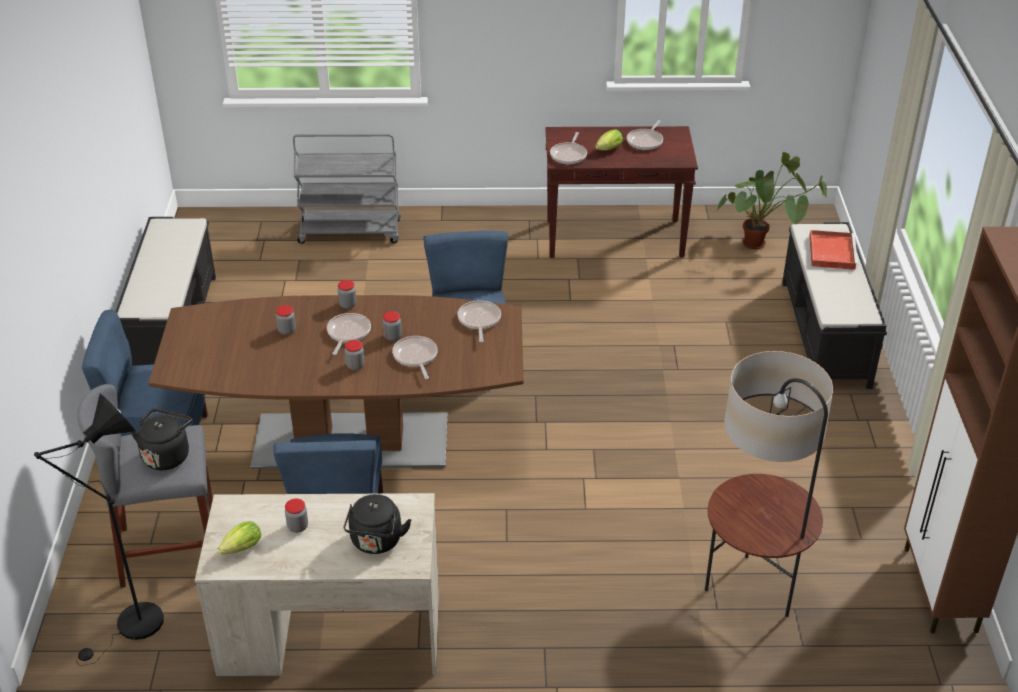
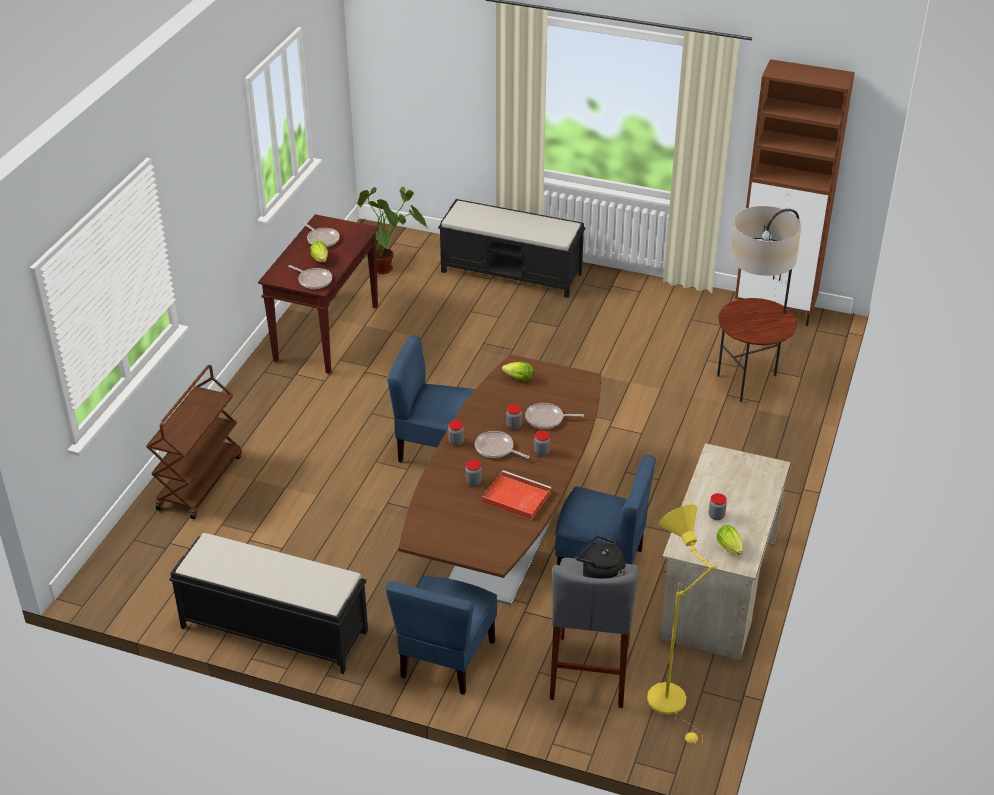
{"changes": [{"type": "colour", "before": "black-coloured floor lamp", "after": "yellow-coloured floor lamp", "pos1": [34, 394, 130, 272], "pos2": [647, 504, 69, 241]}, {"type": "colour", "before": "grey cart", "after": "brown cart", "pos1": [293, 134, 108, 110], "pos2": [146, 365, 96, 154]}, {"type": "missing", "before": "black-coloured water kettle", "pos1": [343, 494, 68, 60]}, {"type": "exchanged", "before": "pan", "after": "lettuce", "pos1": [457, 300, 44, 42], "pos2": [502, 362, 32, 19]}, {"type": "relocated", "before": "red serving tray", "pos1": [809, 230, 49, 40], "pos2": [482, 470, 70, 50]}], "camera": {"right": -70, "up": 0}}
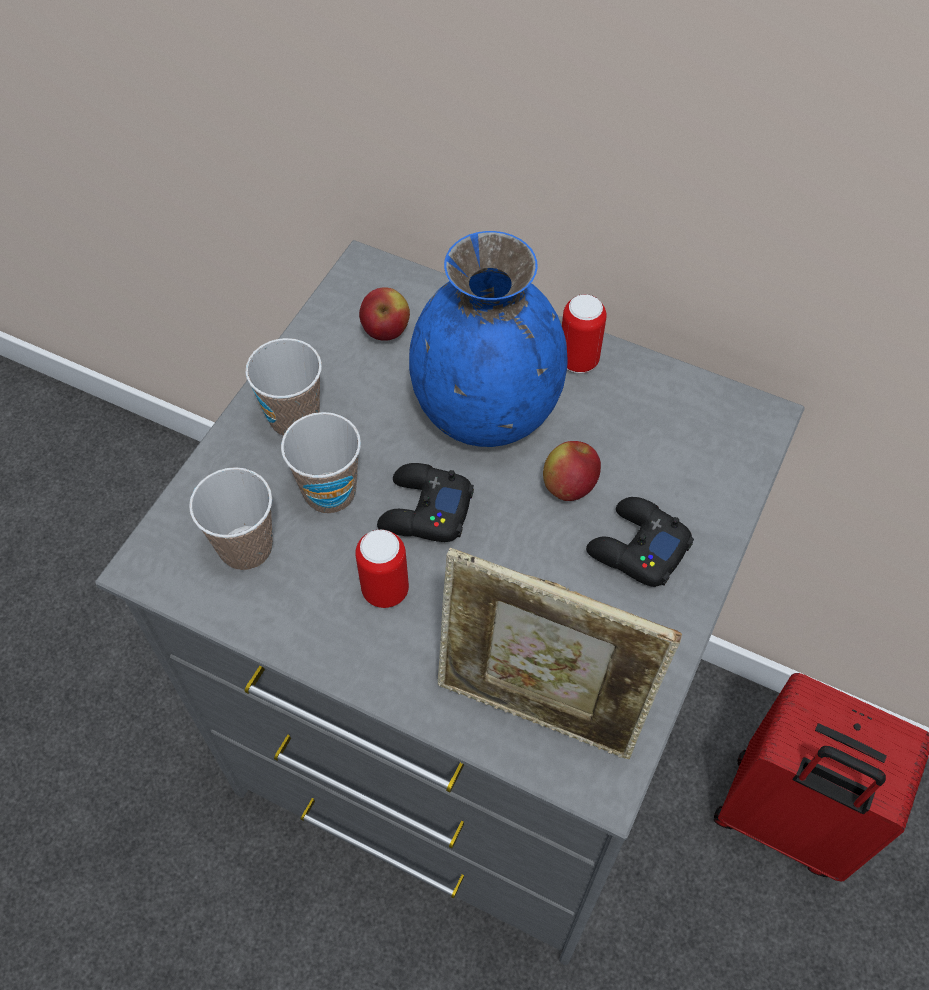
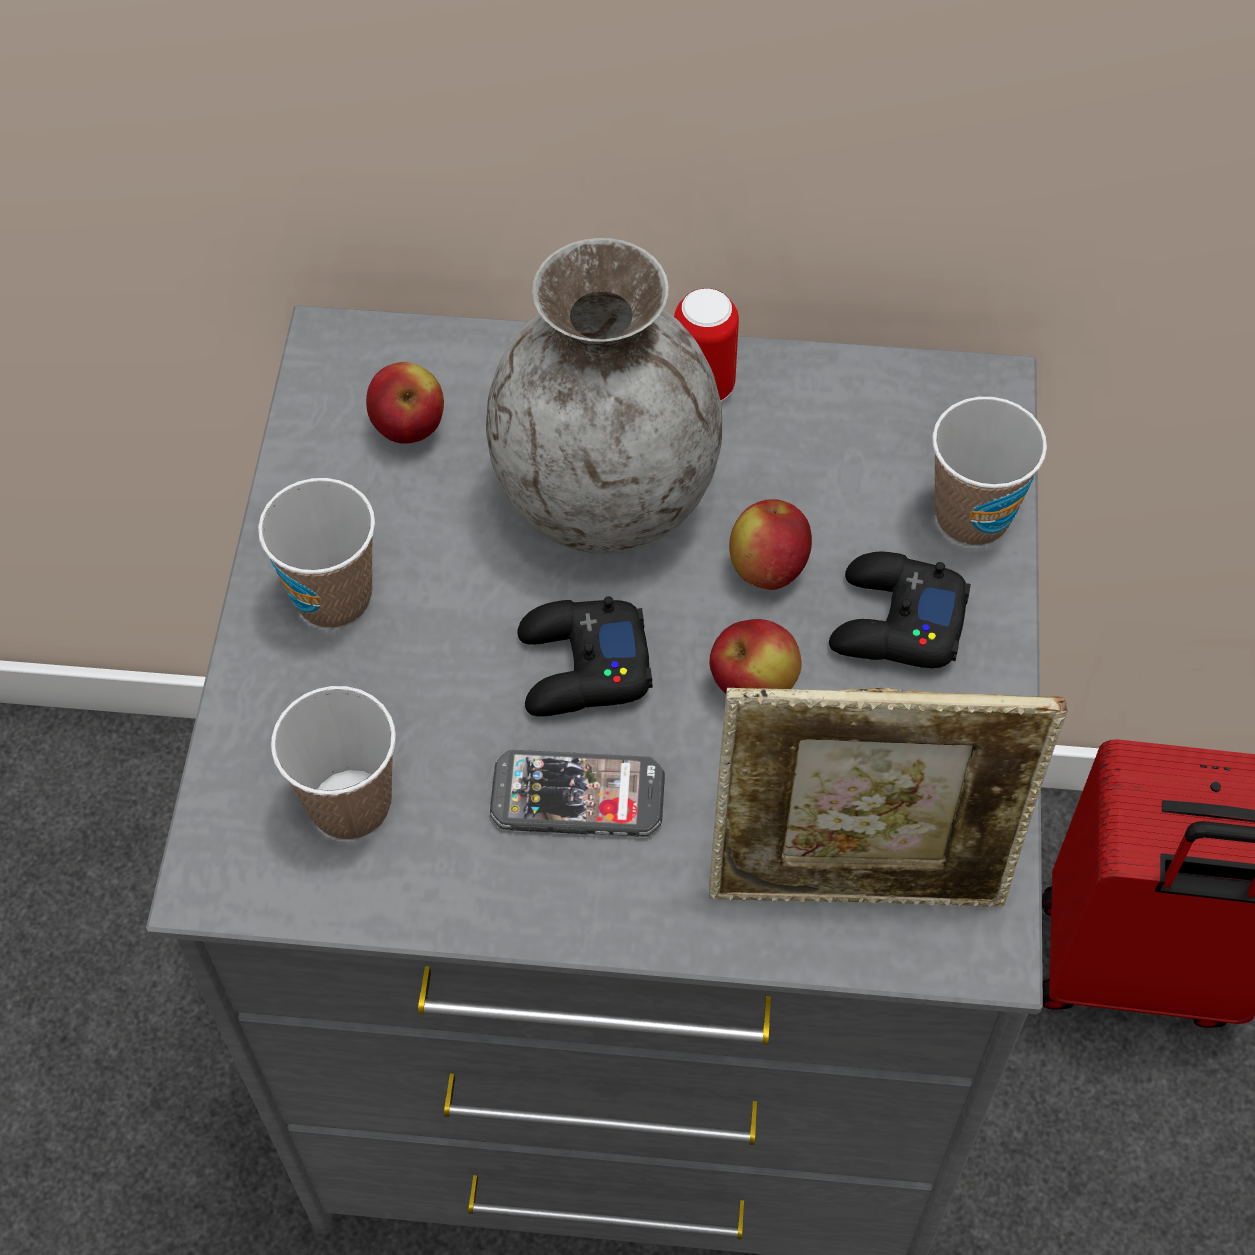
{"changes": [{"type": "relocated", "before": "drinking cup", "pos1": [281, 412, 80, 102], "pos2": [932, 397, 115, 149]}, {"type": "exchanged", "before": "sealed can", "after": "phone", "pos1": [355, 529, 54, 79], "pos2": [490, 750, 175, 87]}, {"type": "colour", "before": "bluish flower vase", "after": "grey flower vase", "pos1": [409, 231, 159, 216], "pos2": [486, 238, 236, 316]}, {"type": "appeared", "after": "apple fruit", "pos2": [709, 619, 93, 75]}], "camera": {"right": -20, "up": 0}}
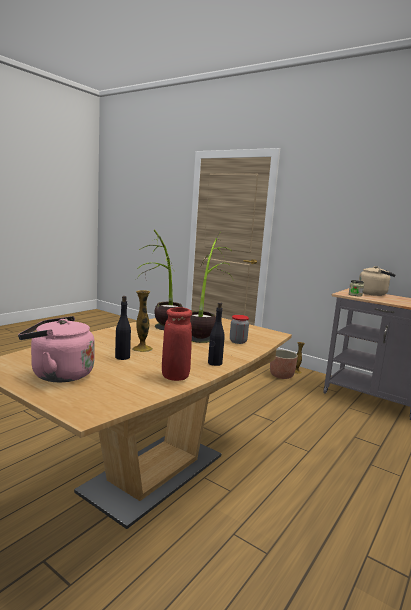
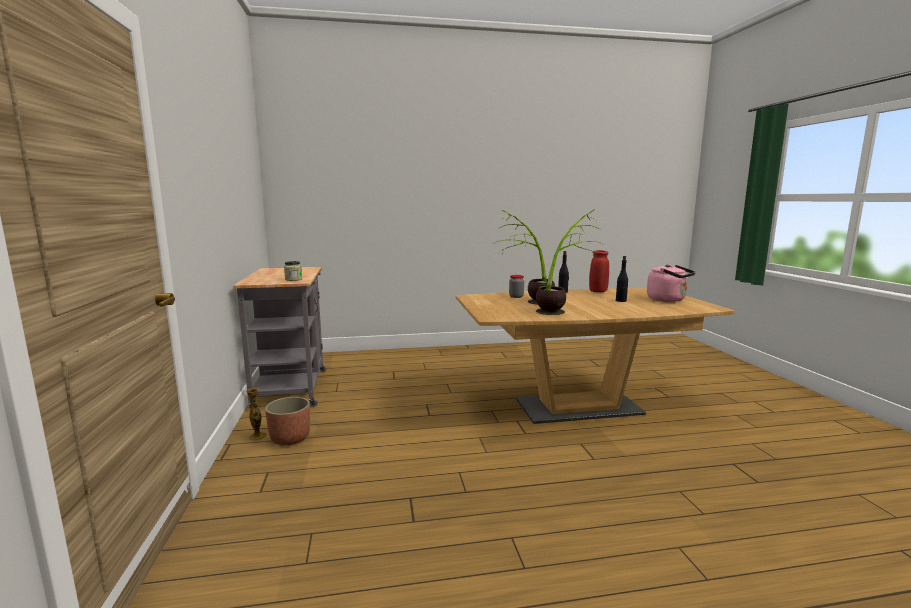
{"changes": [{"type": "missing", "before": "flower vase", "pos1": [132, 290, 21, 62]}, {"type": "missing", "before": "beige water kettle", "pos1": [359, 266, 37, 30]}], "camera": {"right": -135, "up": 0}}
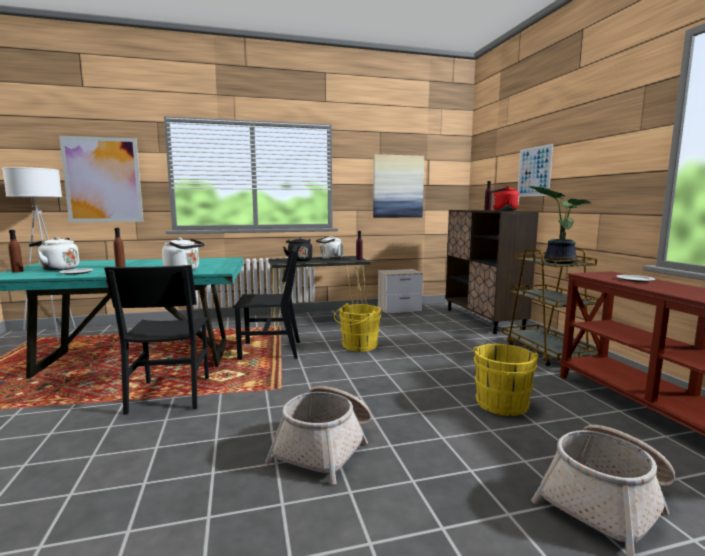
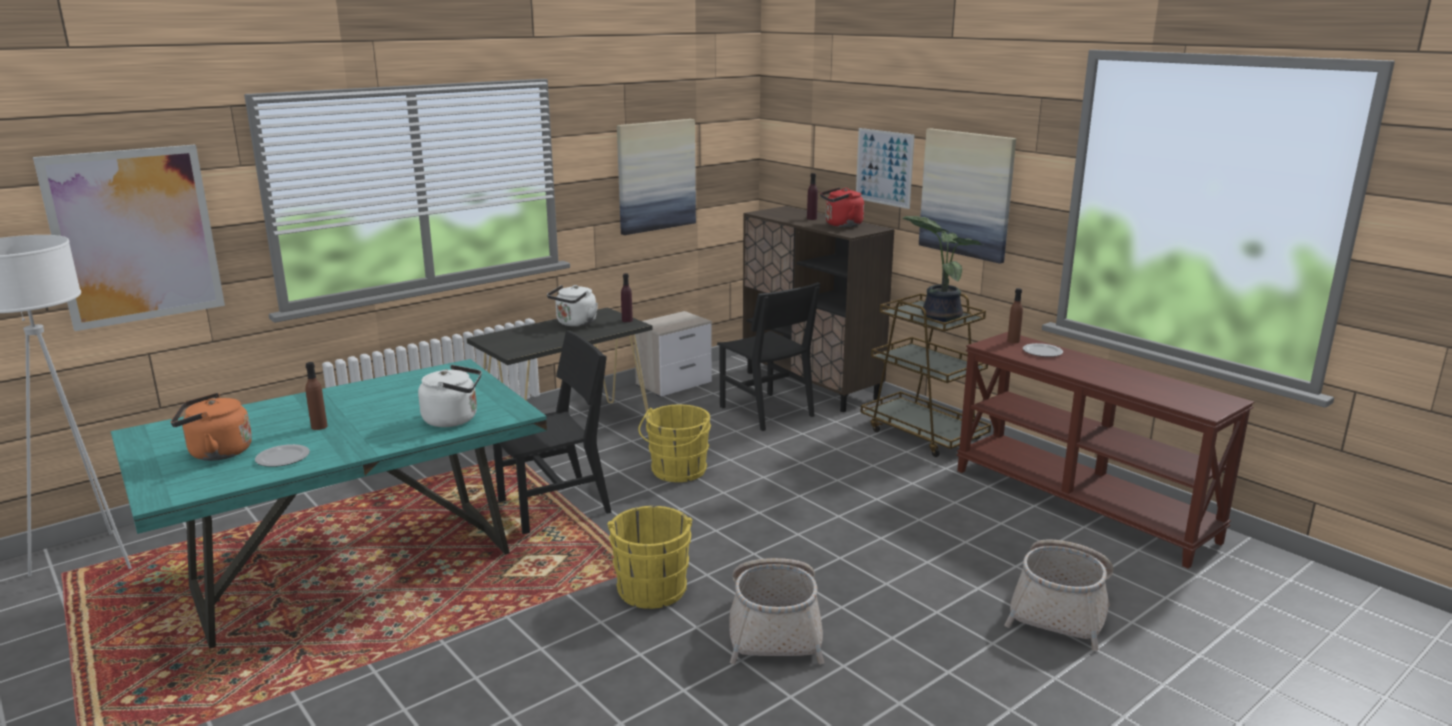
{"changes": [{"type": "relocated", "before": "brown bottle", "pos1": [8, 230, 15, 43], "pos2": [1007, 288, 16, 55]}, {"type": "colour", "before": "white water kettle", "after": "orange water kettle", "pos1": [29, 237, 50, 34], "pos2": [171, 393, 81, 68]}, {"type": "relocated", "before": "black-coloured upright chair", "pos1": [104, 265, 105, 150], "pos2": [717, 282, 103, 149]}, {"type": "missing", "before": "black-coloured water kettle", "pos1": [283, 238, 29, 24]}, {"type": "relocated", "before": "yellow-coloured water bucket", "pos1": [473, 344, 66, 72], "pos2": [607, 506, 86, 103]}, {"type": "appeared", "after": "wall art", "pos2": [919, 128, 97, 136]}], "camera": {"right": -25, "up": 10}}
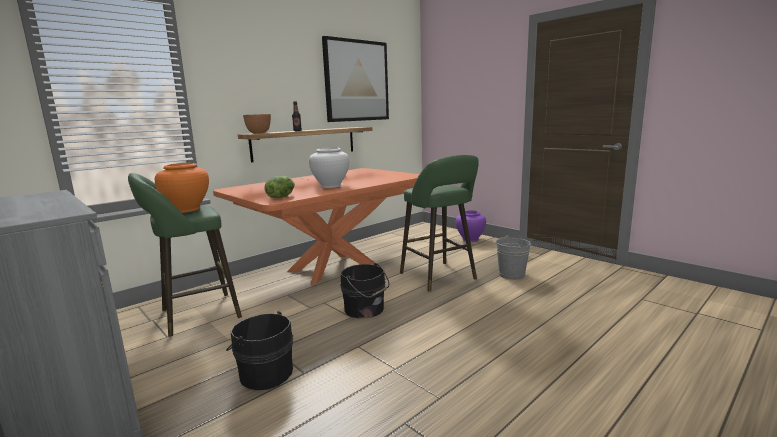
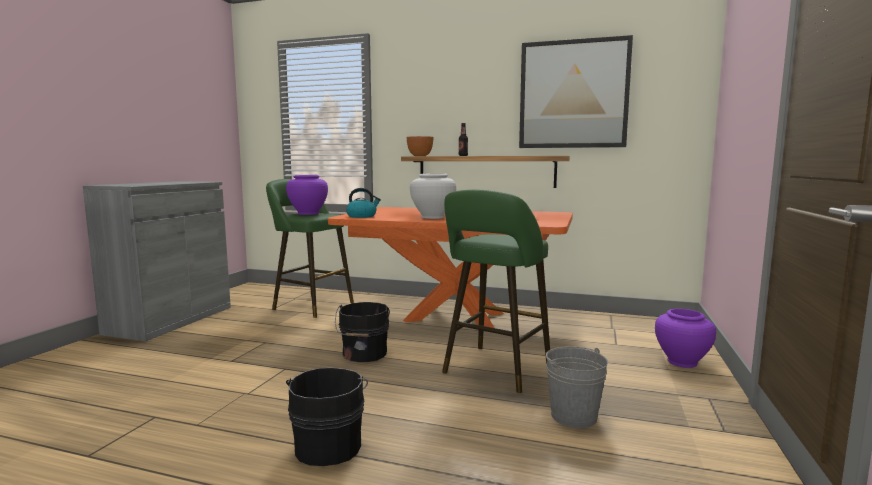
{"changes": [{"type": "colour", "before": "orange flower vase", "after": "purplish flower vase", "pos1": [155, 163, 54, 50], "pos2": [286, 175, 42, 40]}, {"type": "relocated", "before": "black-coloured water bucket", "pos1": [226, 311, 67, 79], "pos2": [286, 367, 82, 99]}, {"type": "exchanged", "before": "lettuce", "after": "water kettle", "pos1": [264, 176, 31, 22], "pos2": [346, 188, 35, 30]}], "camera": {"right": 60, "up": -5}}
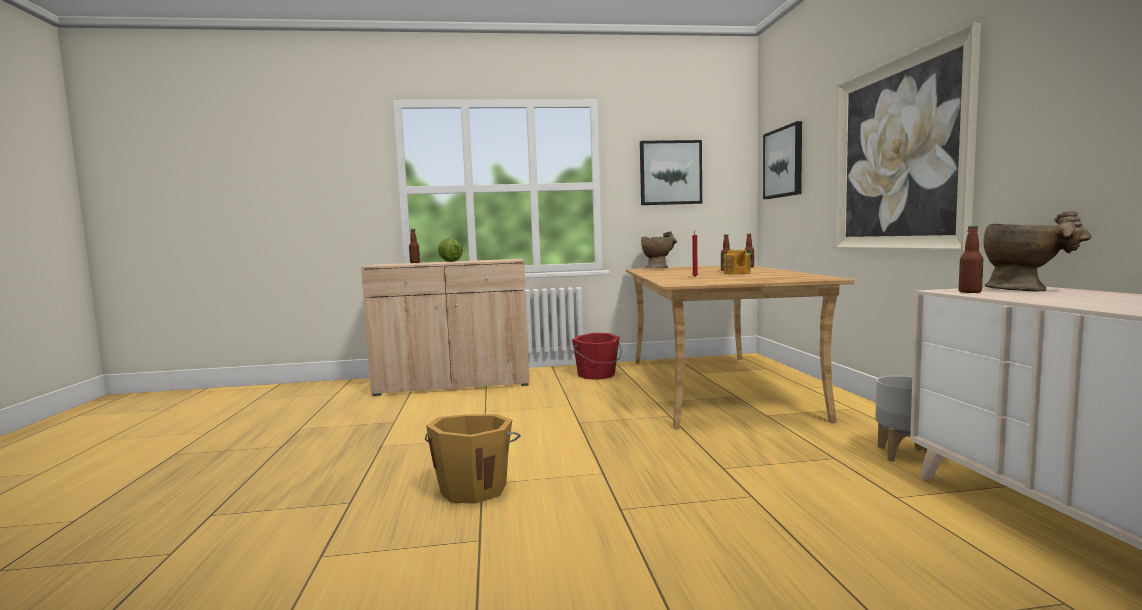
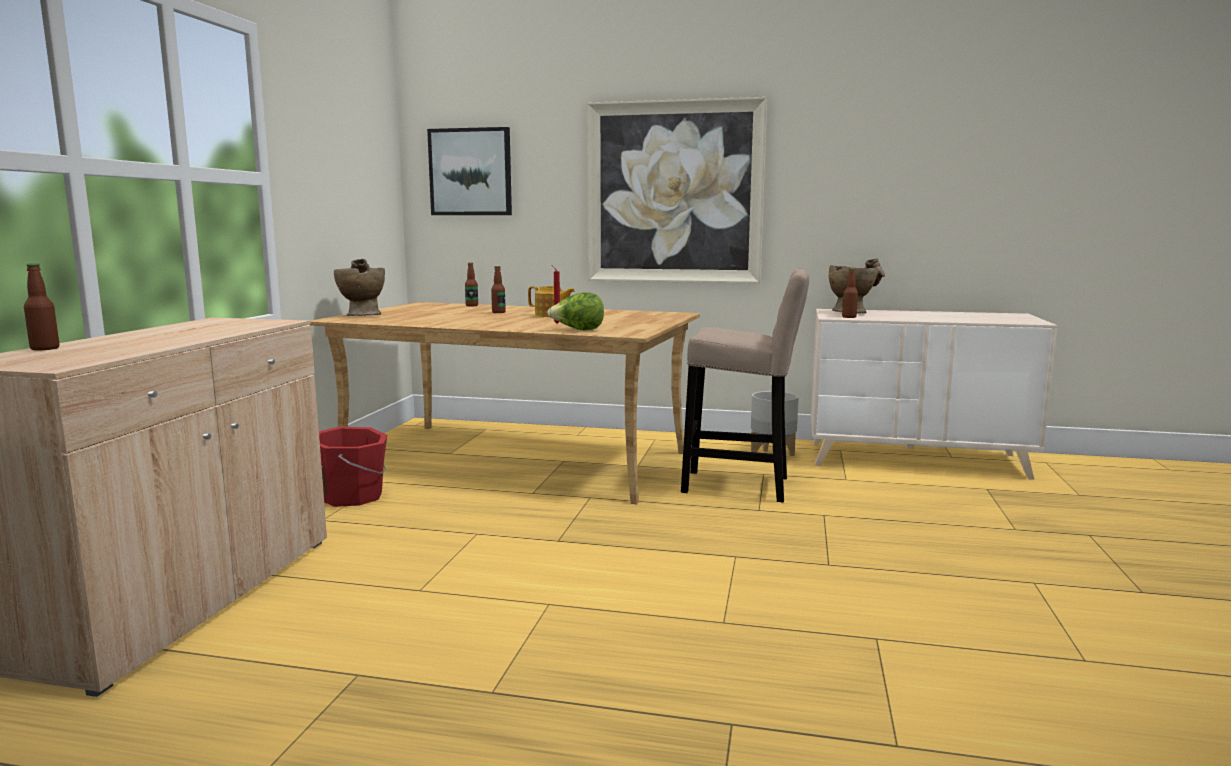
{"changes": [{"type": "missing", "before": "orange water bucket", "pos1": [425, 414, 96, 90]}, {"type": "relocated", "before": "lettuce", "pos1": [438, 238, 25, 24], "pos2": [547, 292, 57, 38]}, {"type": "missing", "before": "wall art", "pos1": [640, 140, 62, 65]}, {"type": "appeared", "after": "beige sitting stool", "pos2": [681, 269, 128, 234]}], "camera": {"right": -70, "up": 5}}
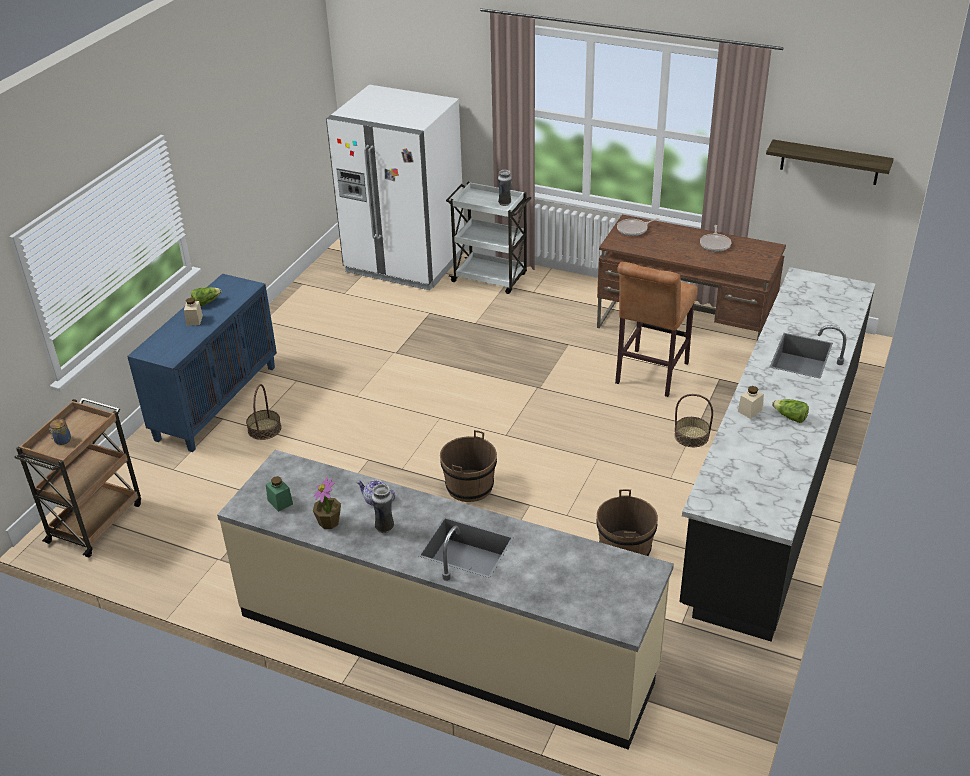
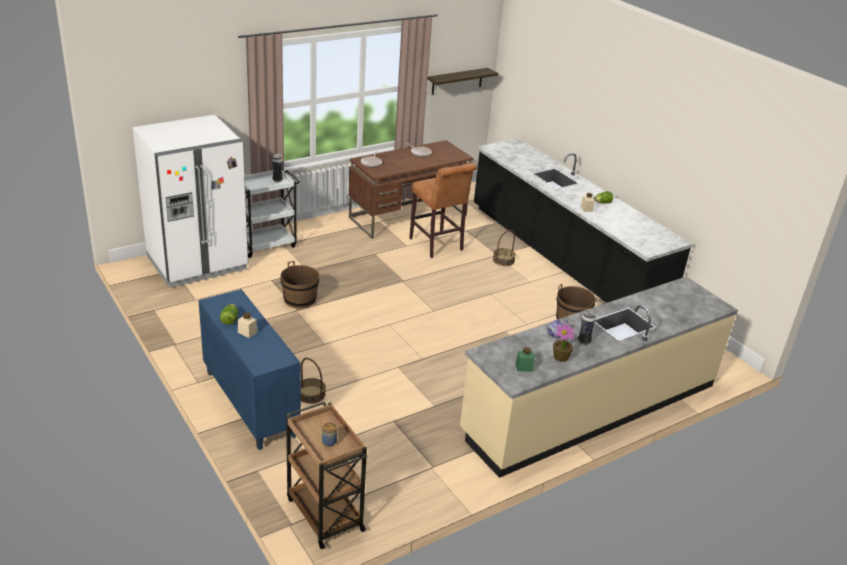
{"changes": [{"type": "relocated", "before": "brown water bucket", "pos1": [440, 430, 57, 72], "pos2": [280, 261, 40, 47]}], "camera": {"right": -60, "up": -5}}
